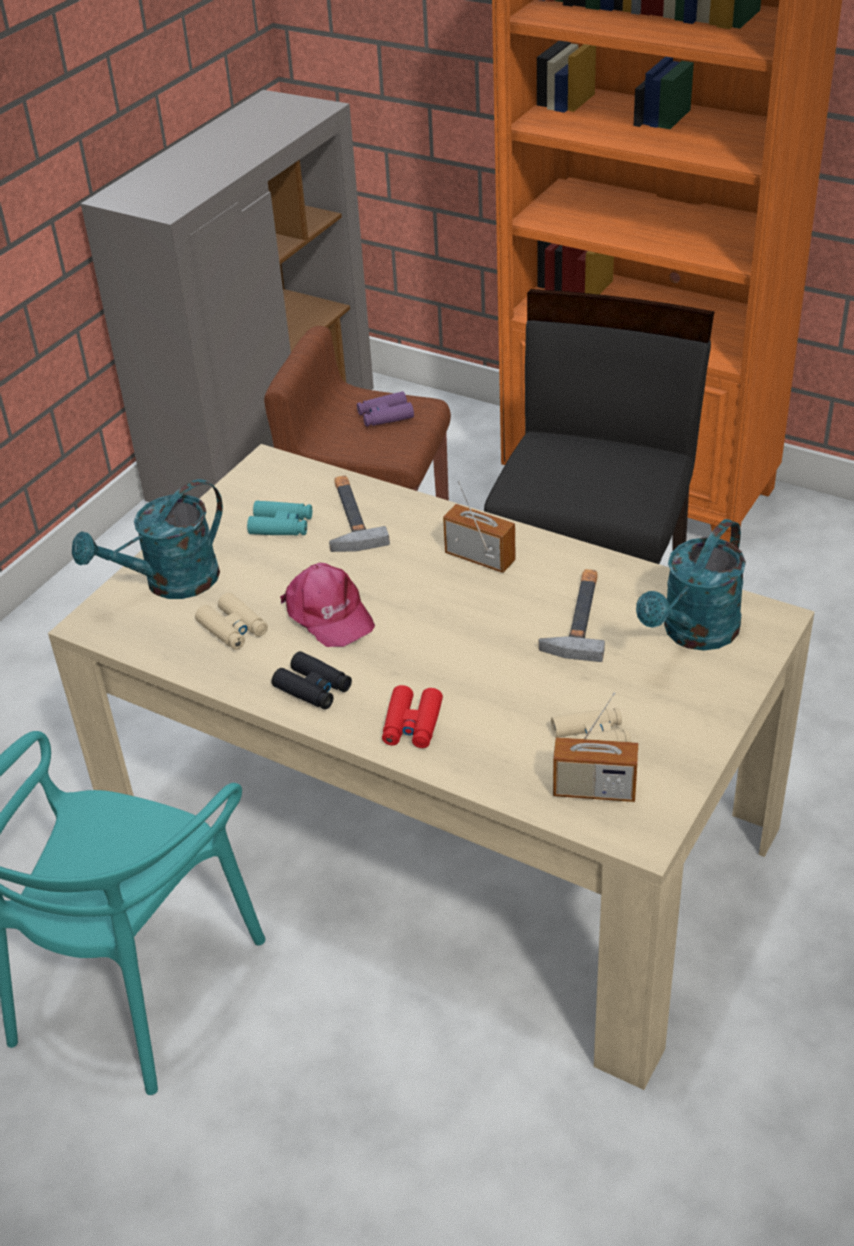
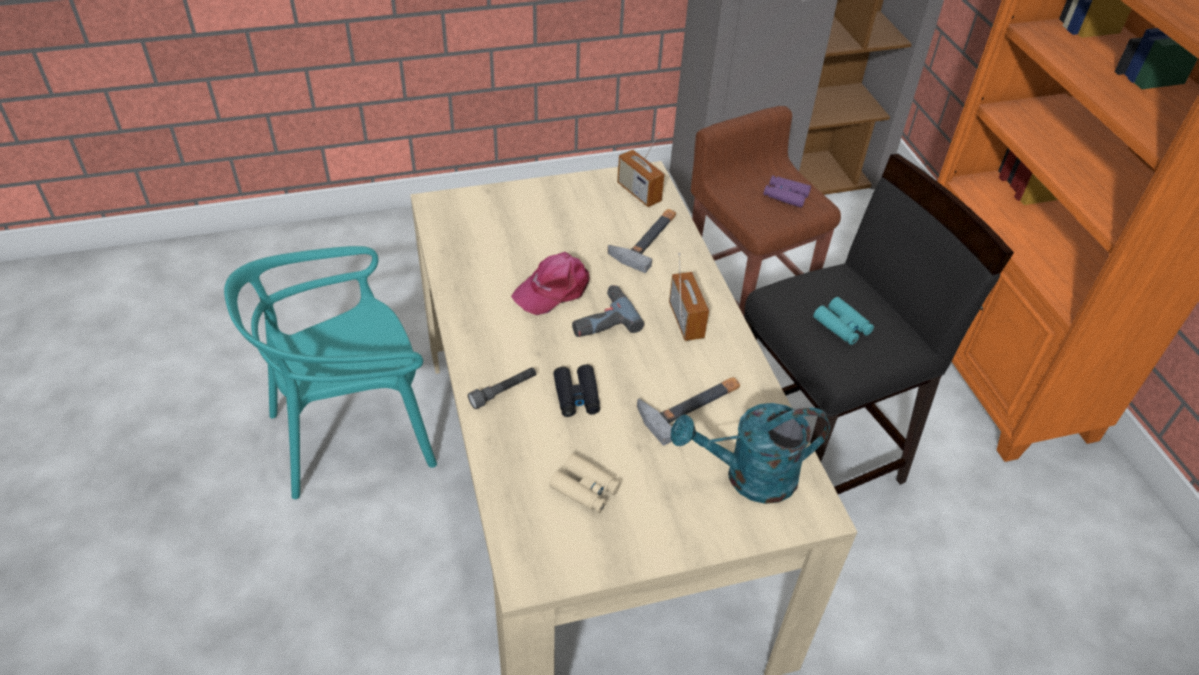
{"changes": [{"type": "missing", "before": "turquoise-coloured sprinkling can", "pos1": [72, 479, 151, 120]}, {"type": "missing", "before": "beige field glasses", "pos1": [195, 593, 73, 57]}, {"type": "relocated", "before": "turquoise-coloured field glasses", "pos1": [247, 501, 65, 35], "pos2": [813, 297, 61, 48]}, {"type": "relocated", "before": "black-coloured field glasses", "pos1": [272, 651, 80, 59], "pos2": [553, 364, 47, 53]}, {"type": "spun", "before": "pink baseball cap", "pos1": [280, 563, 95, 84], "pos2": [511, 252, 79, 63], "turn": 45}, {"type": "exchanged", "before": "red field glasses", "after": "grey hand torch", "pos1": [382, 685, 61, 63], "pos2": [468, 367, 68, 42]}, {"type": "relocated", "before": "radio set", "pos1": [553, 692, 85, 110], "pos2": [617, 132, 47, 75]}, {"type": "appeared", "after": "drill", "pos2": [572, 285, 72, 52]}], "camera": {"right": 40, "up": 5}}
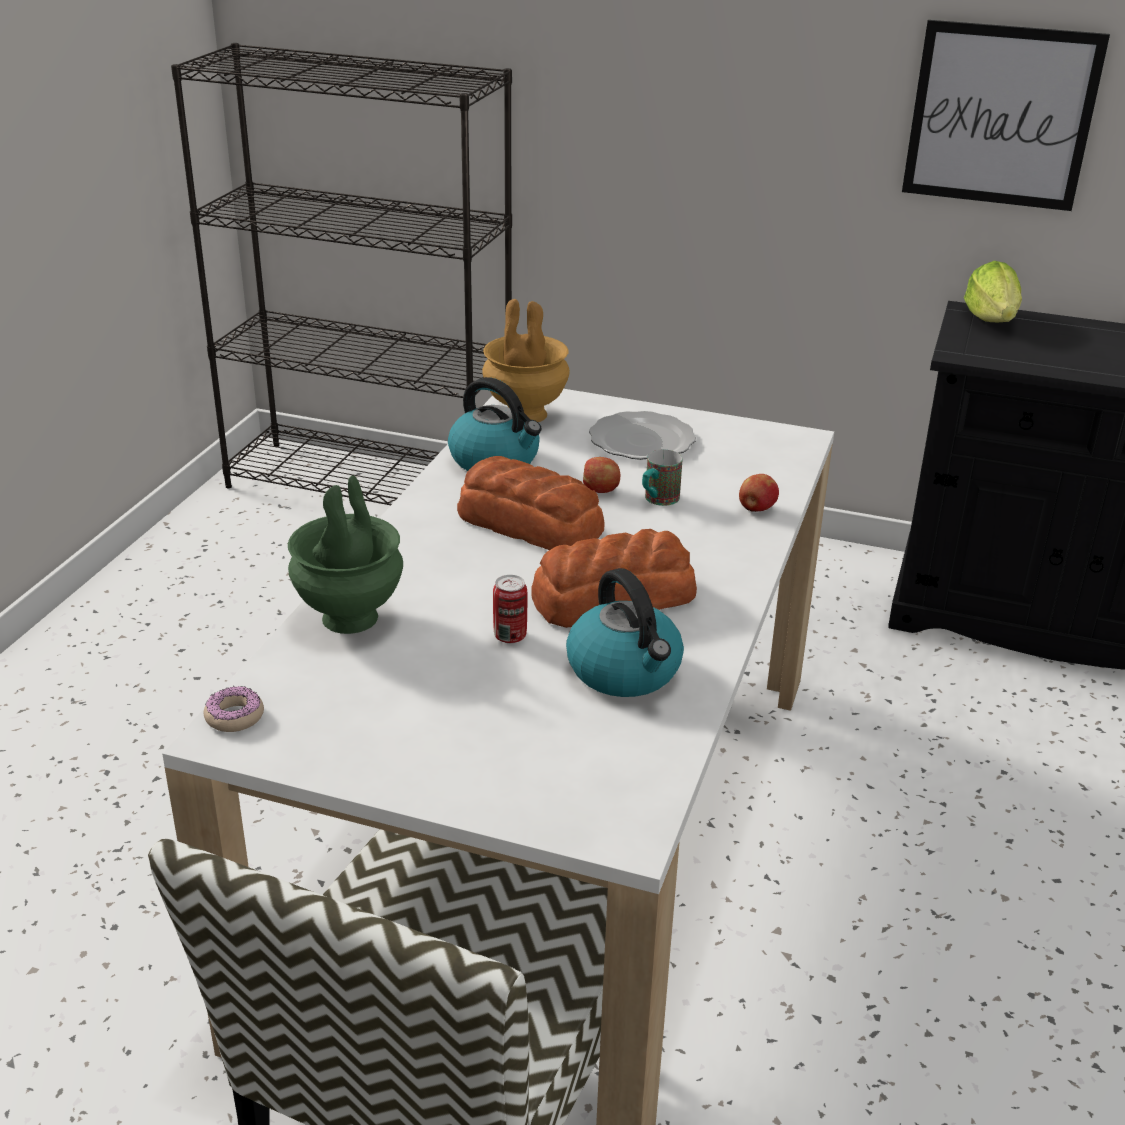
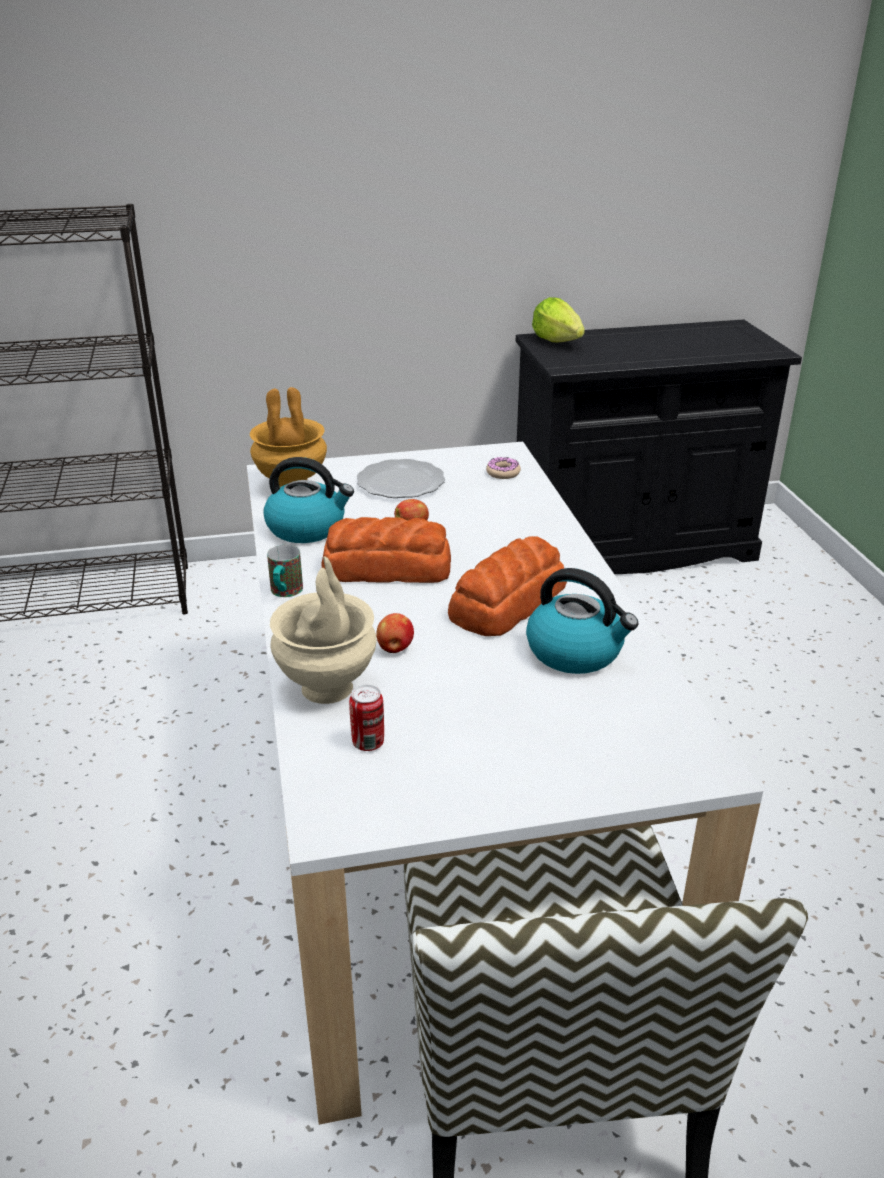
{"changes": [{"type": "relocated", "before": "doughnut", "pos1": [204, 686, 60, 46], "pos2": [486, 457, 35, 22]}, {"type": "colour", "before": "green-coloured flower vase", "after": "beige flower vase", "pos1": [288, 476, 115, 158], "pos2": [270, 556, 107, 148]}, {"type": "relocated", "before": "sealed can", "pos1": [493, 575, 34, 68], "pos2": [349, 685, 35, 66]}, {"type": "relocated", "before": "coffee mug", "pos1": [642, 450, 40, 56], "pos2": [267, 545, 36, 52]}, {"type": "relocated", "before": "apple fruit", "pos1": [739, 474, 40, 38], "pos2": [376, 613, 38, 40]}, {"type": "missing", "before": "wall art", "pos1": [902, 20, 208, 191]}], "camera": {"right": -30, "up": 0}}
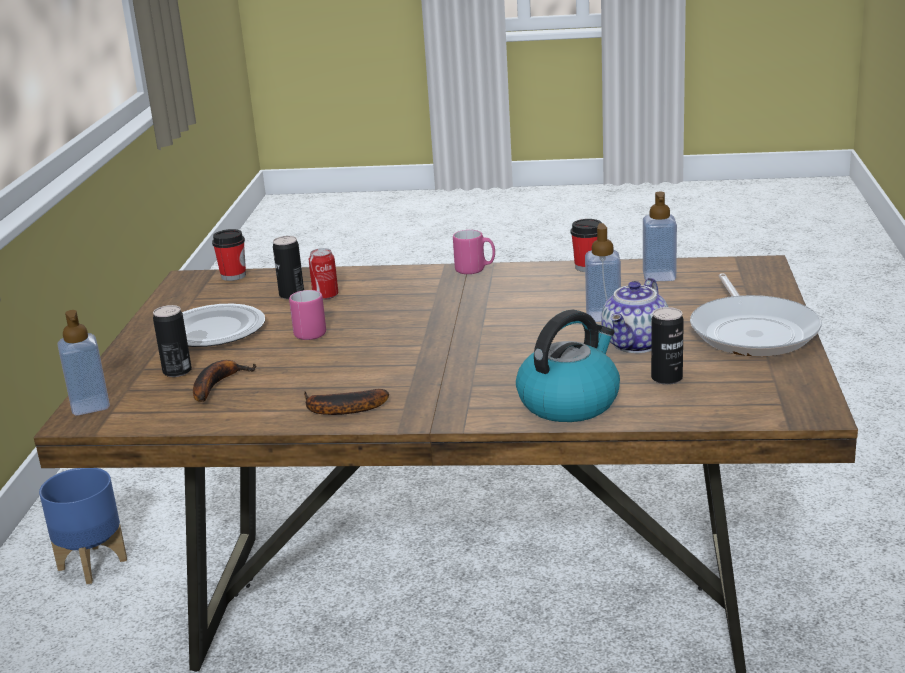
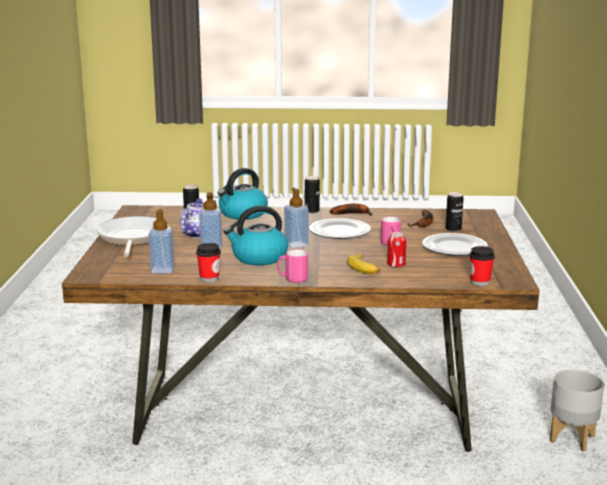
{"changes": [{"type": "colour", "before": "bluish flower pot", "after": "grey flower pot", "pos1": [39, 468, 88, 116], "pos2": [550, 369, 54, 83]}, {"type": "relocated", "before": "soap bottle", "pos1": [57, 310, 53, 106], "pos2": [284, 188, 25, 60]}, {"type": "relocated", "before": "sealed can", "pos1": [273, 236, 31, 63], "pos2": [305, 176, 15, 37]}, {"type": "appeared", "after": "water kettle", "pos2": [223, 206, 65, 59]}, {"type": "appeared", "after": "plate", "pos2": [309, 218, 62, 21]}, {"type": "appeared", "after": "whole banana", "pos2": [347, 254, 33, 20]}], "camera": {"right": 175, "up": -5}}
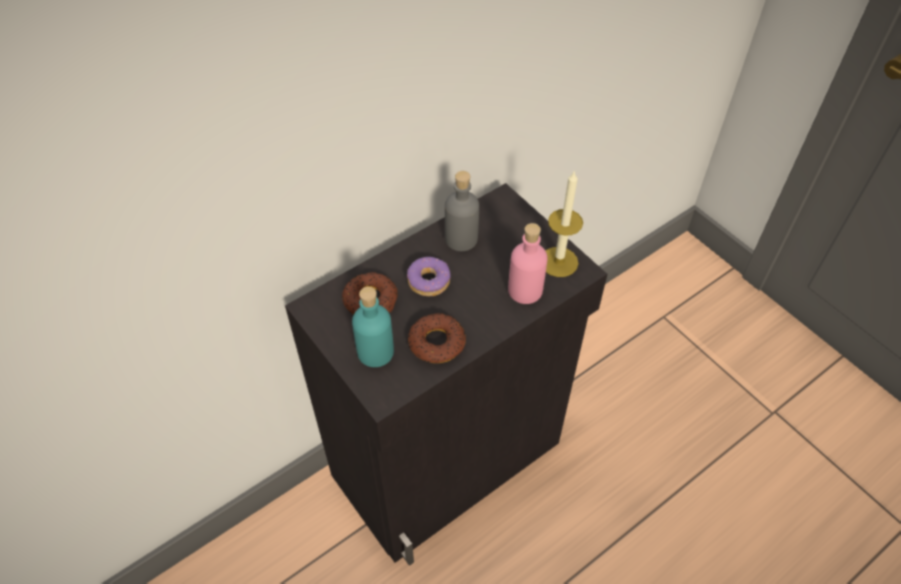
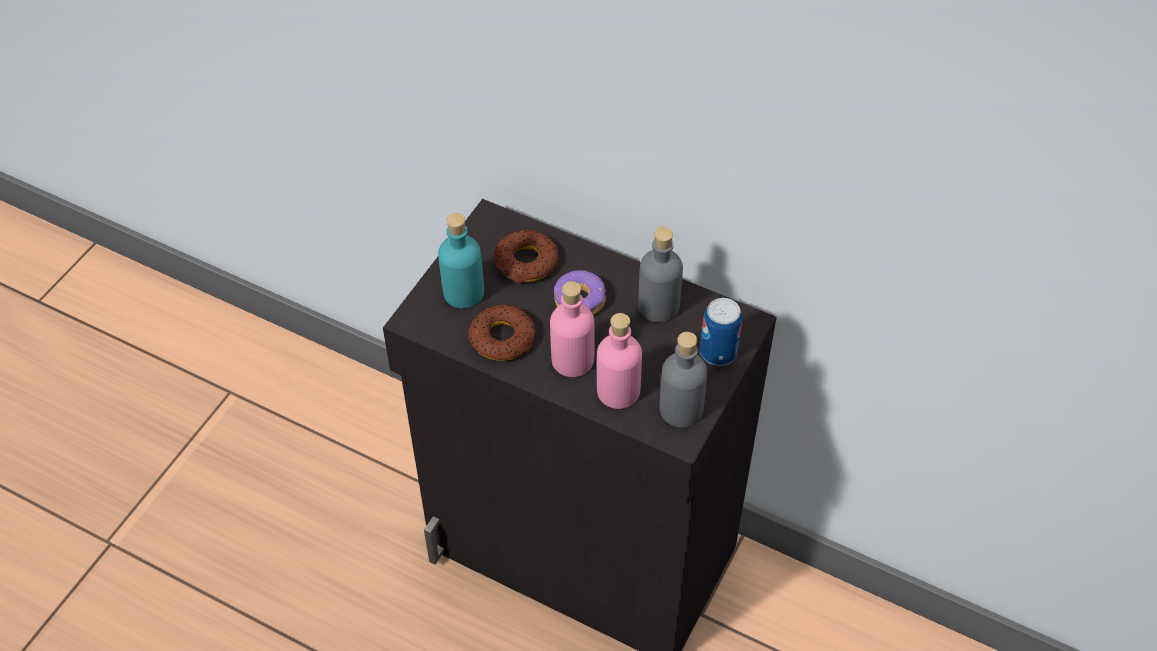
{"changes": [{"type": "exchanged", "before": "candle", "after": "grey bottle", "pos1": [545, 170, 38, 107], "pos2": [660, 332, 47, 96]}, {"type": "appeared", "after": "pink bottle", "pos2": [550, 281, 45, 96]}, {"type": "appeared", "after": "sealed can", "pos2": [700, 298, 42, 68]}], "camera": {"right": 65, "up": 0}}
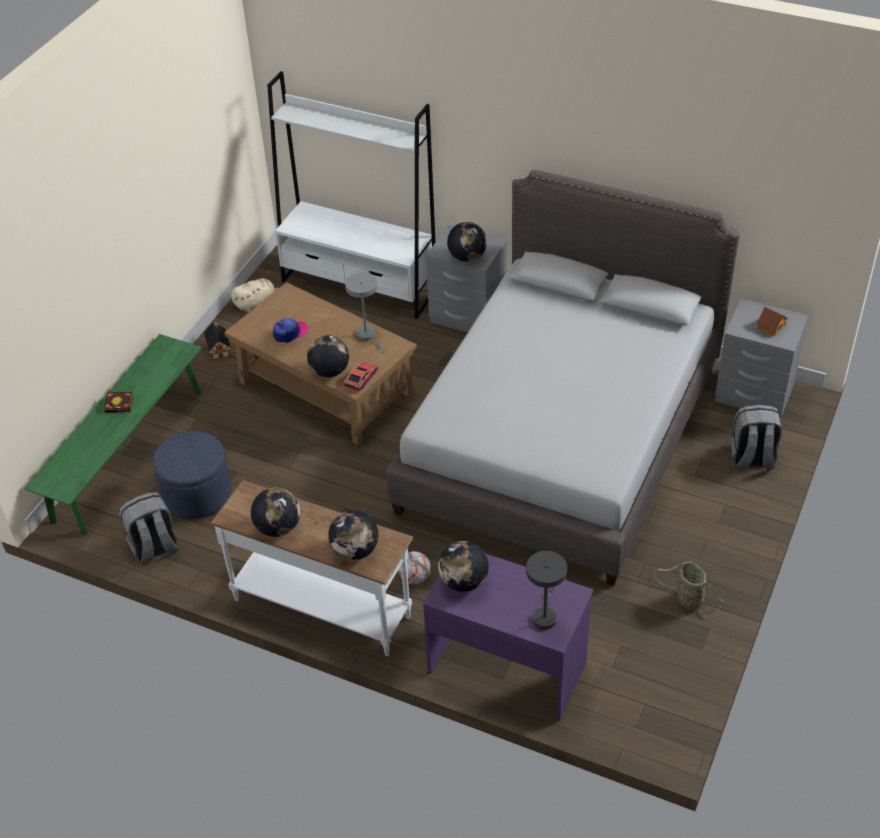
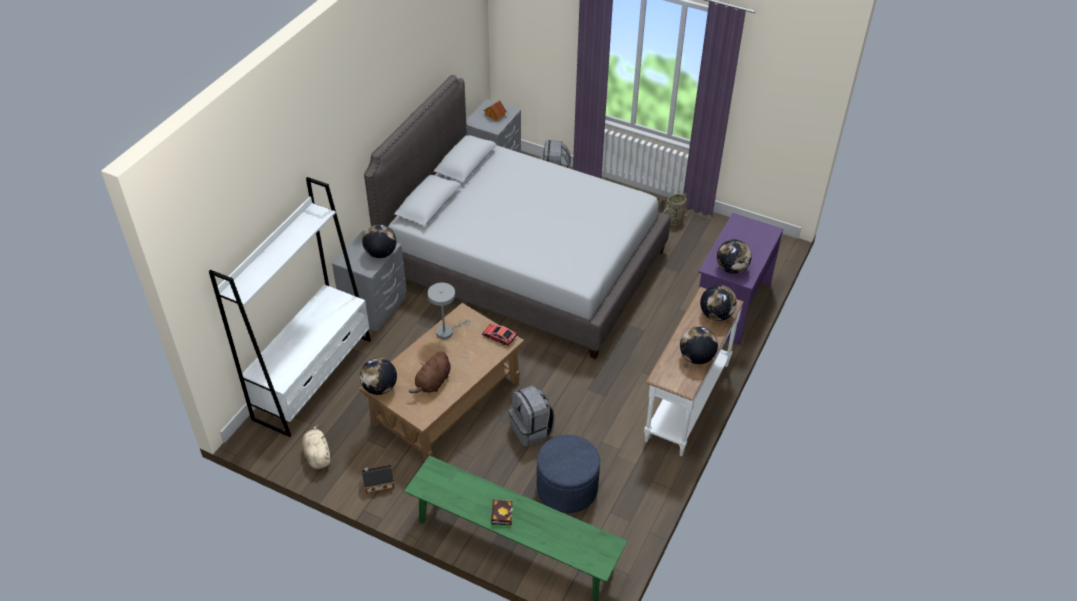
{"changes": [{"type": "relocated", "before": "grey backpack", "pos1": [119, 492, 59, 72], "pos2": [509, 385, 46, 62]}, {"type": "exchanged", "before": "baseball cap", "after": "brown cuddly toy", "pos1": [273, 318, 35, 25], "pos2": [409, 351, 42, 42]}, {"type": "relocated", "before": "globe", "pos1": [307, 335, 42, 42], "pos2": [359, 358, 38, 37]}, {"type": "missing", "before": "football ball", "pos1": [398, 551, 33, 34]}, {"type": "missing", "before": "grey lamp for a table", "pos1": [526, 551, 41, 79]}], "camera": {"right": -90, "up": 0}}
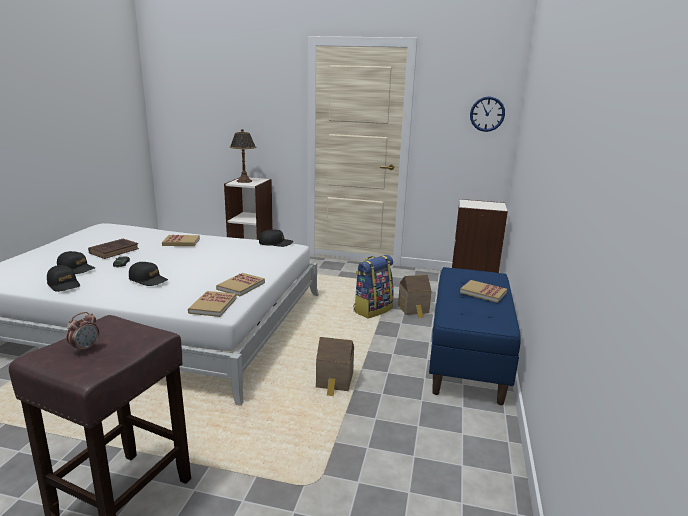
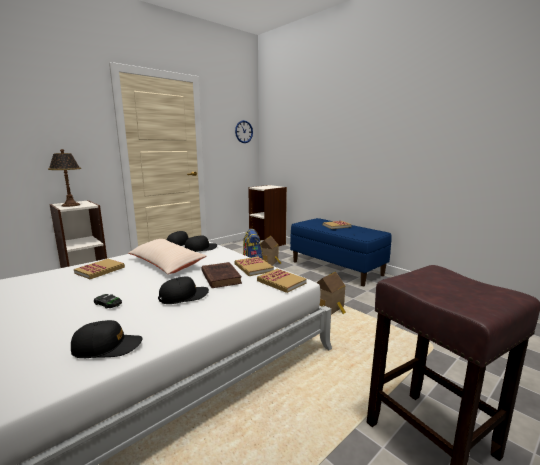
{"changes": [{"type": "relocated", "before": "black-coloured baseball cap", "pos1": [57, 251, 38, 23], "pos2": [185, 235, 32, 17]}, {"type": "missing", "before": "alarm clock", "pos1": [66, 312, 33, 41]}, {"type": "relocated", "before": "brown bound book", "pos1": [88, 238, 51, 21], "pos2": [202, 262, 40, 26]}, {"type": "appeared", "after": "beige throw pillow", "pos2": [128, 239, 79, 35]}], "camera": {"right": -55, "up": -5}}
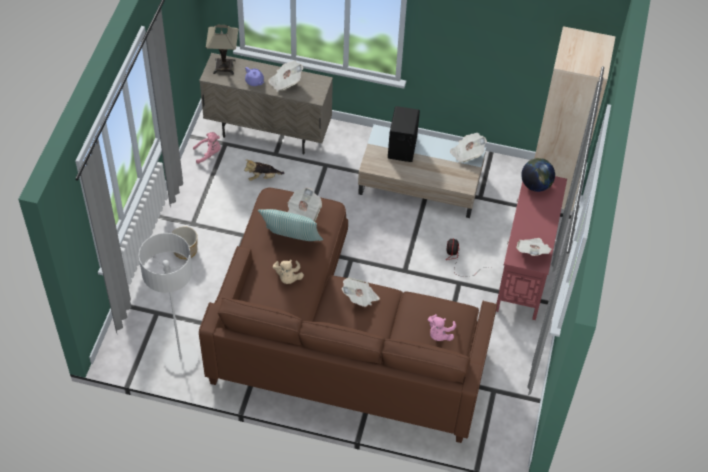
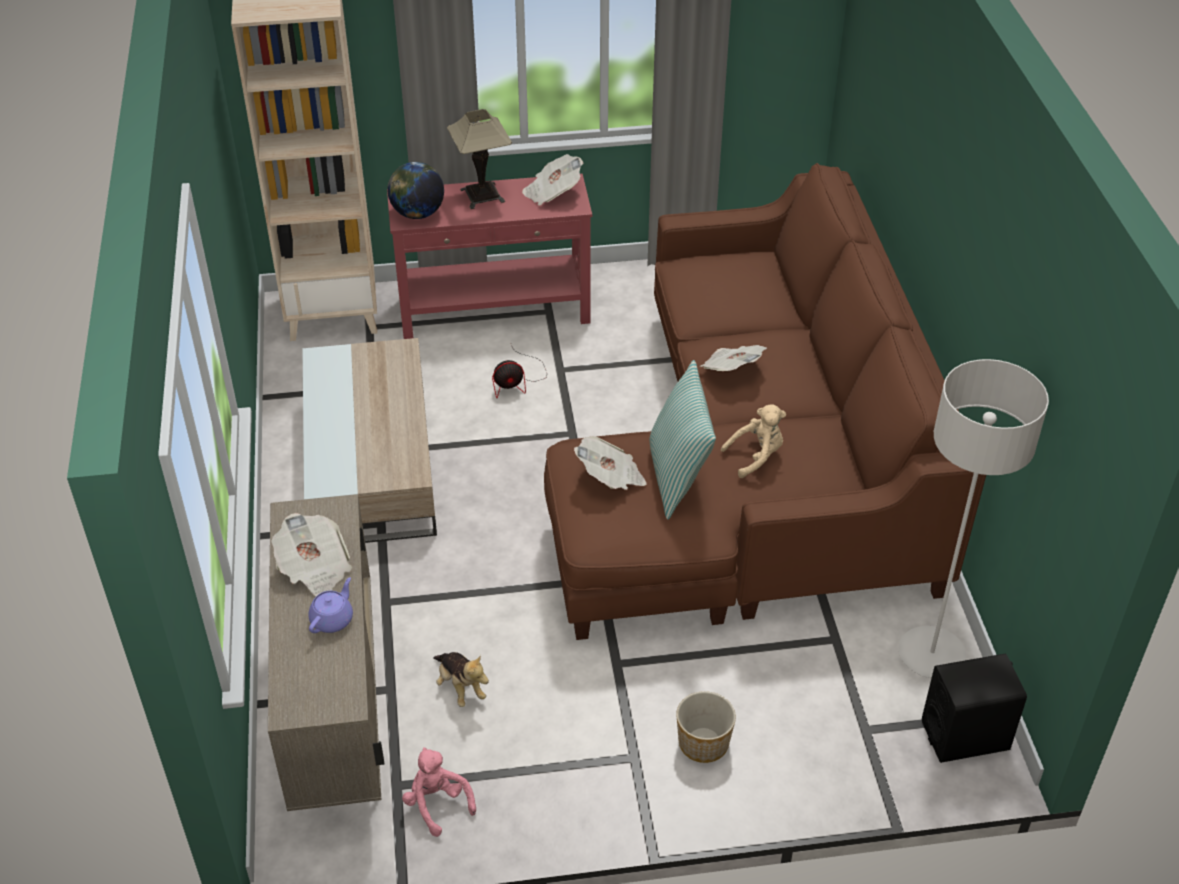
{"changes": [{"type": "relocated", "before": "lamp for a table", "pos1": [206, 25, 32, 50], "pos2": [447, 109, 65, 100]}, {"type": "relocated", "before": "black-coloured audio speaker", "pos1": [388, 106, 32, 56], "pos2": [922, 654, 105, 109]}, {"type": "missing", "before": "pink cuddly toy", "pos1": [428, 314, 28, 27]}, {"type": "missing", "before": "daily paper", "pos1": [450, 133, 37, 30]}], "camera": {"right": -110, "up": -10}}
